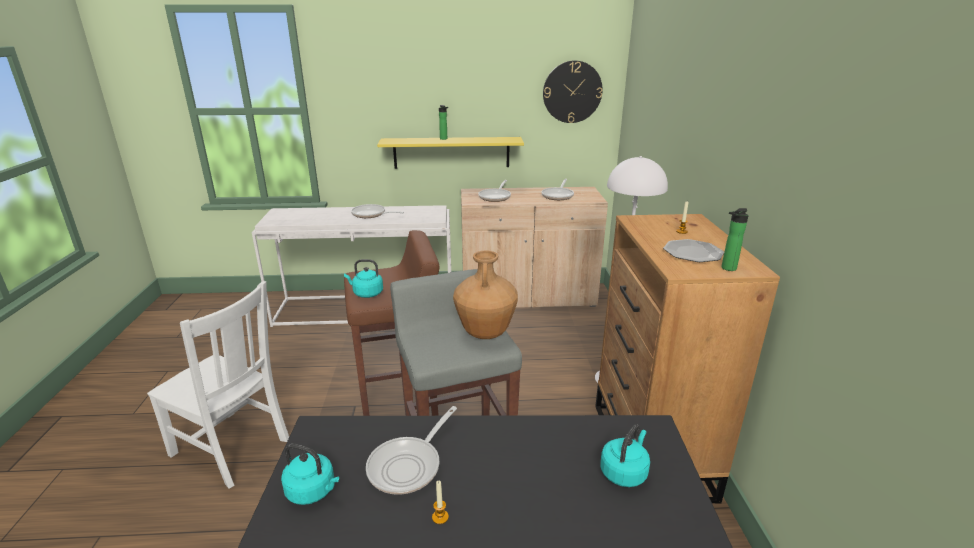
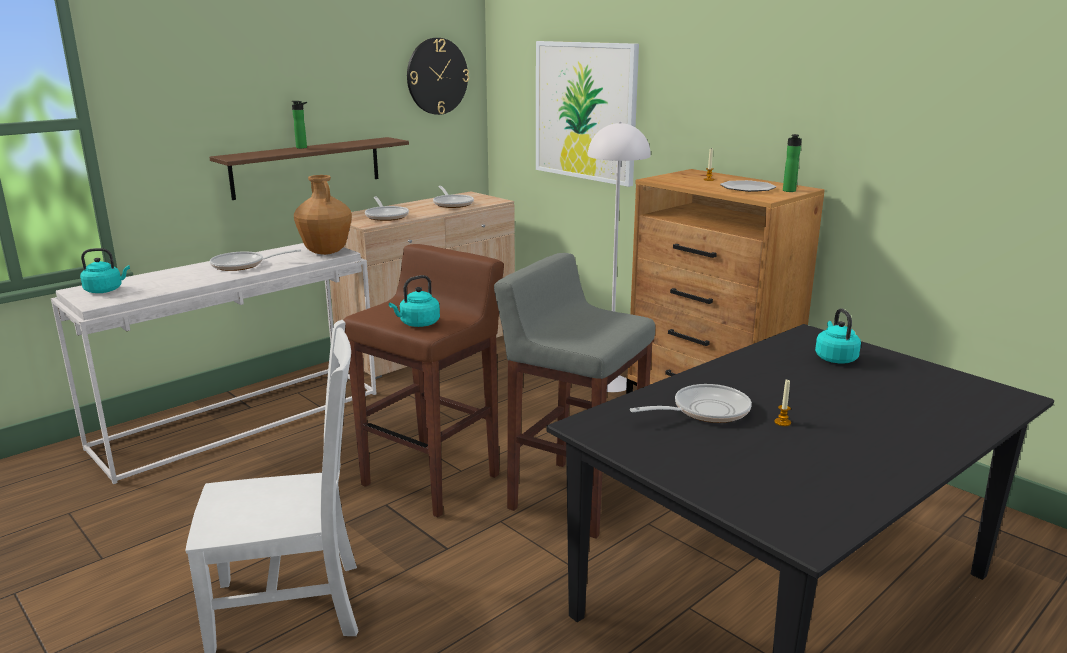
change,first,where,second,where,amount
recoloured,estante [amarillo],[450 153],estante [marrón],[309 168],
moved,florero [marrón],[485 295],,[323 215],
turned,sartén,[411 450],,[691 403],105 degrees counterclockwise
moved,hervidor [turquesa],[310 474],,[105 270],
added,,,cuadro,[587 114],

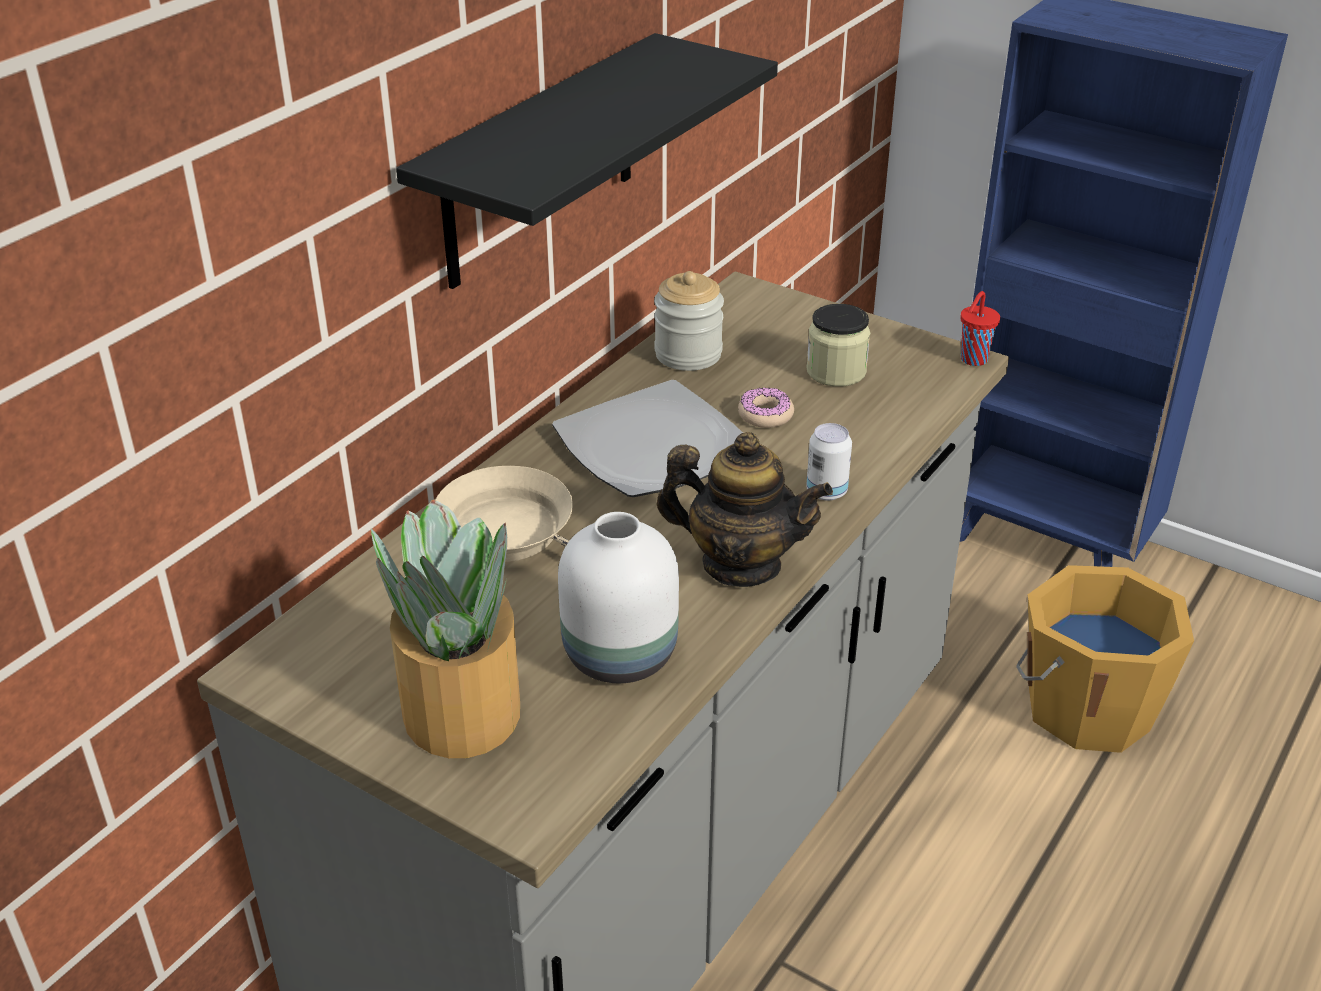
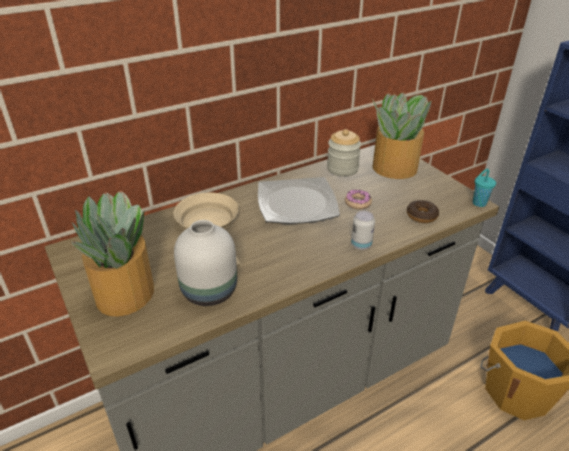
change,first,where,second,where,amount
removed,estante [negro],[587 161],,,
recoloured,taza [rojo],[980 328],taza [turquesa],[484 188],
removed,tarro,[838 345],,,
removed,tetera,[744 509],,,
added,,,planta en maceta,[402 135],
added,,,rosquilla,[423 211],

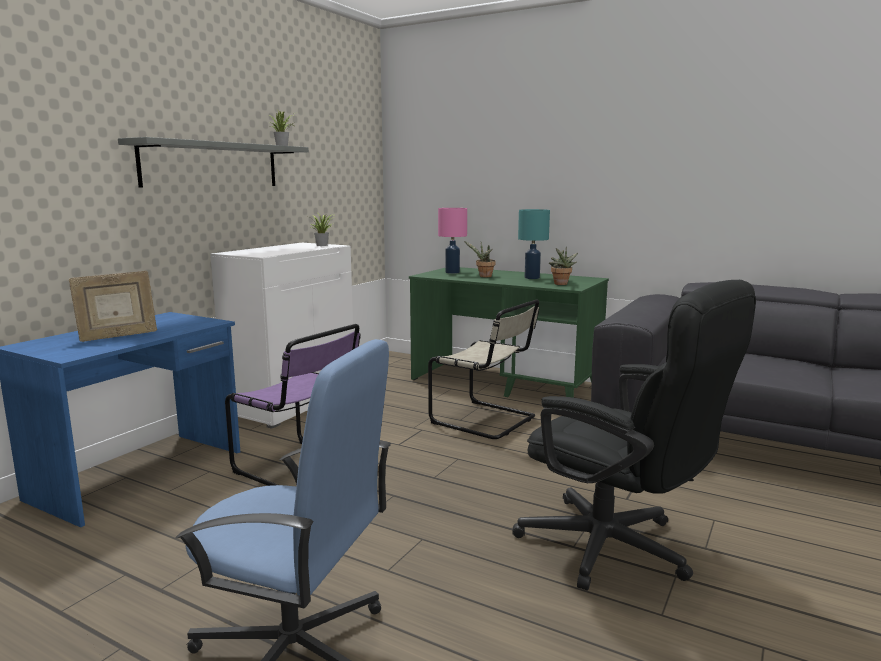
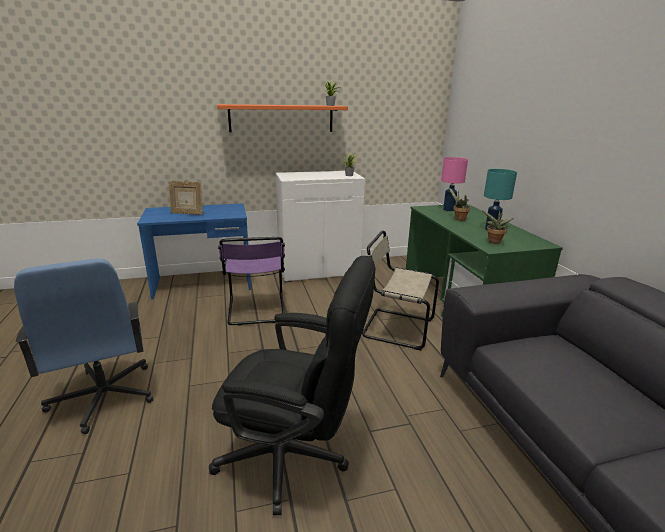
change,first,where,second,where,amount
recoloured,estante [gris],[213 162],estante [naranja],[282 118],
turned,silla de oficina [negro],[634 435],,[292 385],75 degrees counterclockwise
turned,silla [beis],[483 369],,[400 290],120 degrees clockwise

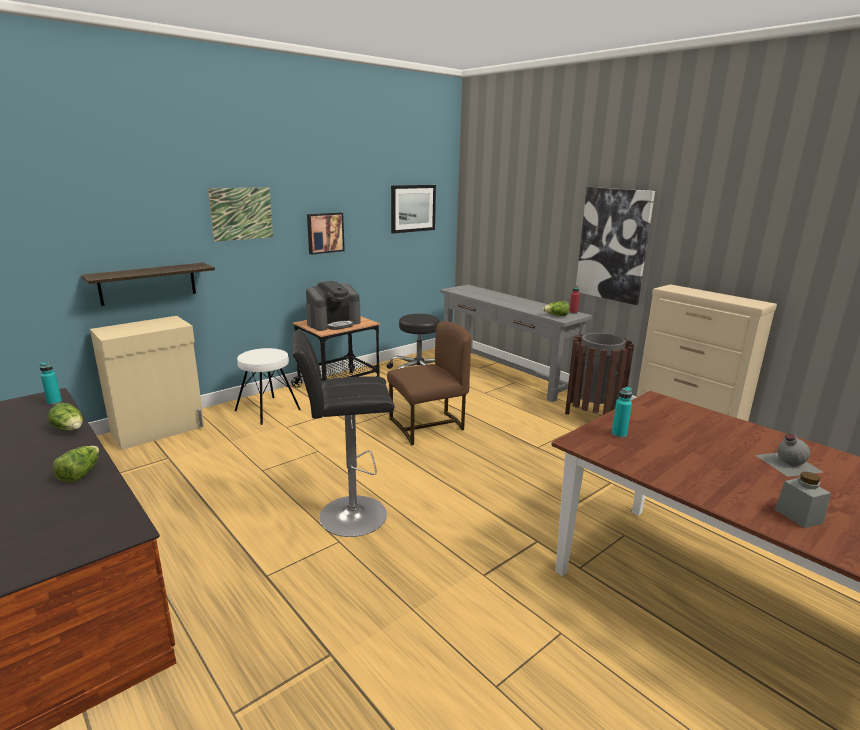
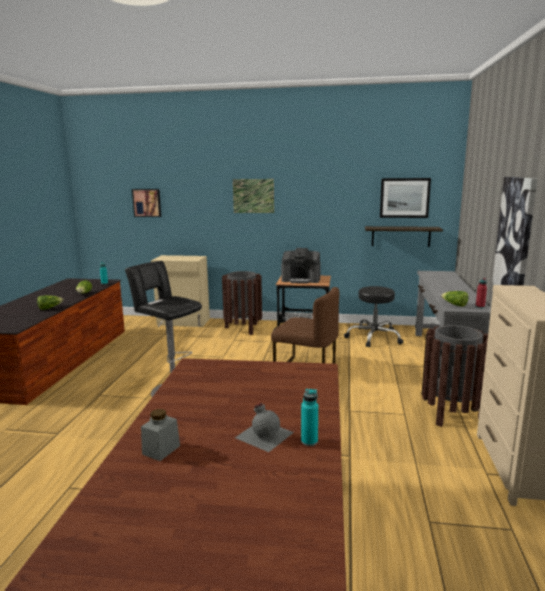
change,first,where,second,where,amount
moved,cuadro,[326 233],,[146 203],
moved,estante,[148 284],,[404 236],
replaced,taburete [blanco],[268 386],papelera [marrón],[242 303],
moved,botella [turquesa],[622 412],,[309 417],

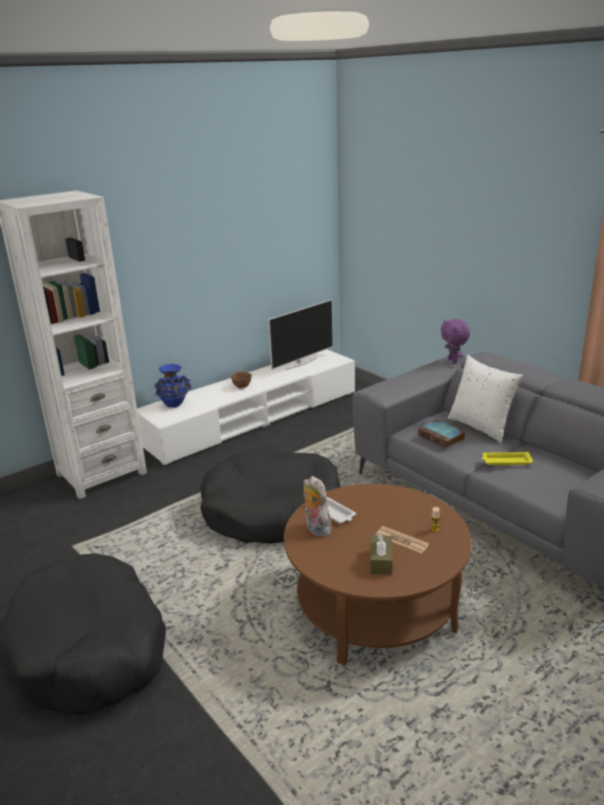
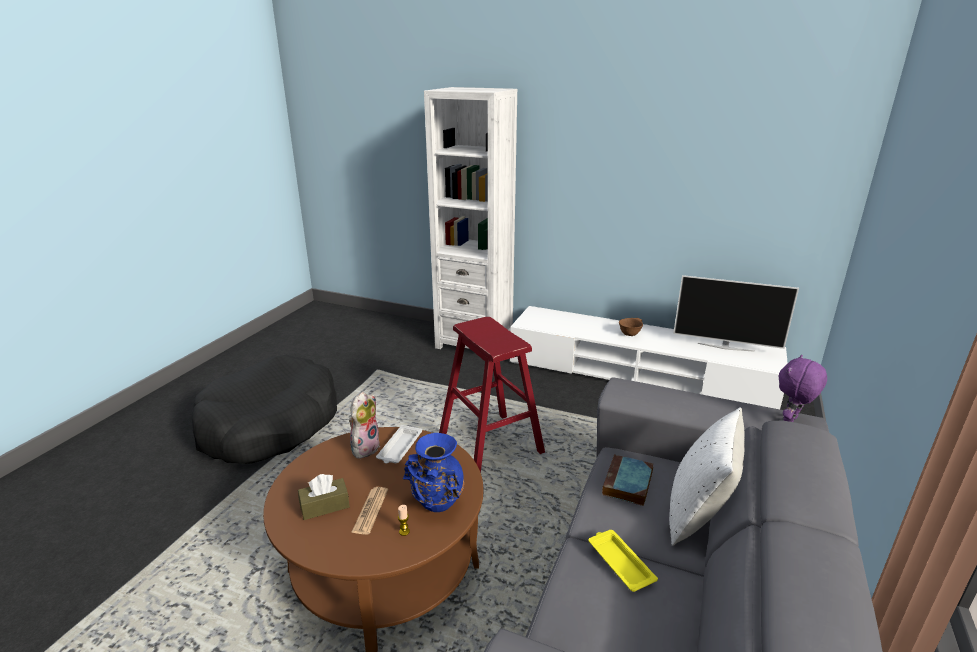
change,first,where,second,where,amount
moved,florero [azul],[173 386],,[433 472],
replaced,cama para perro [negro],[270 496],taburete [rojo],[492 395],

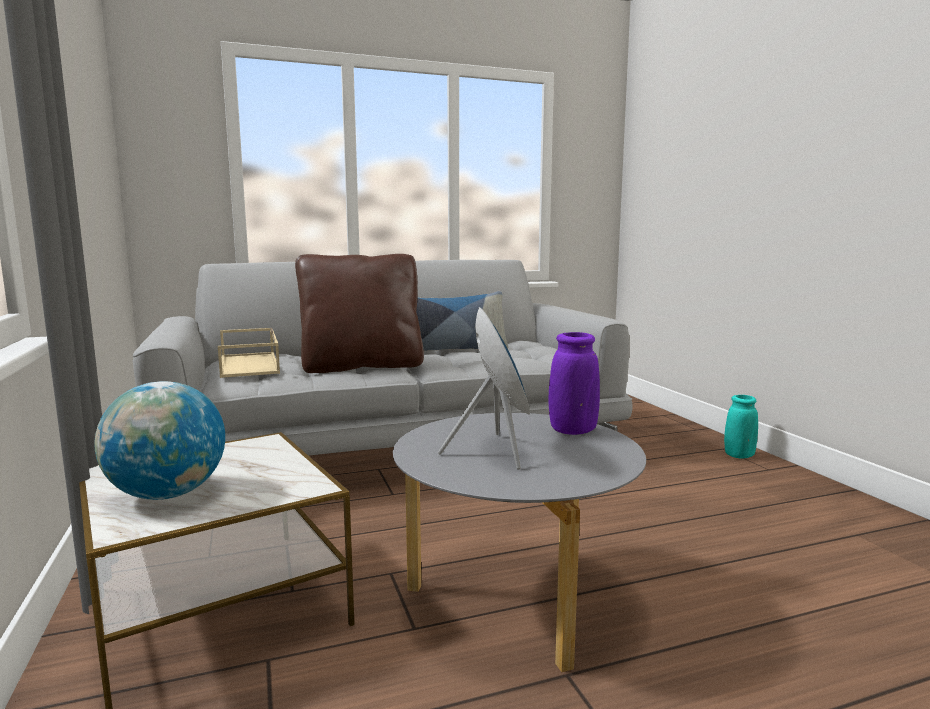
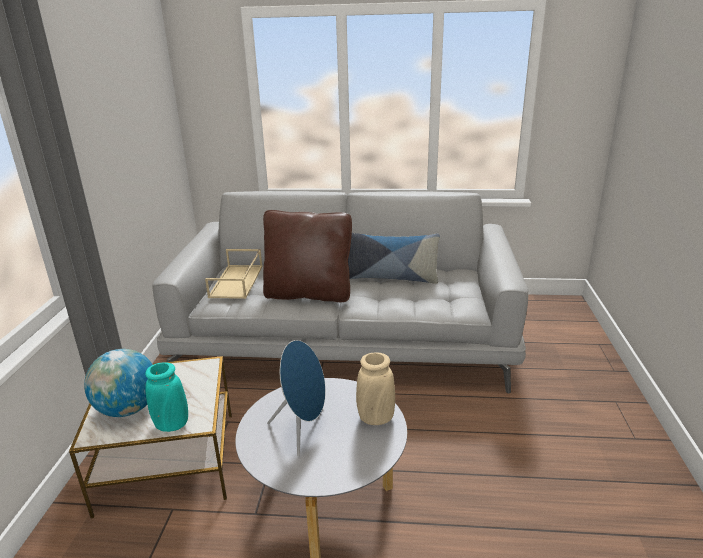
change,first,where,second,where,amount
recoloured,florero [morado],[574 383],florero [beis],[375 389],
moved,florero [turquesa],[741 427],,[166 397],

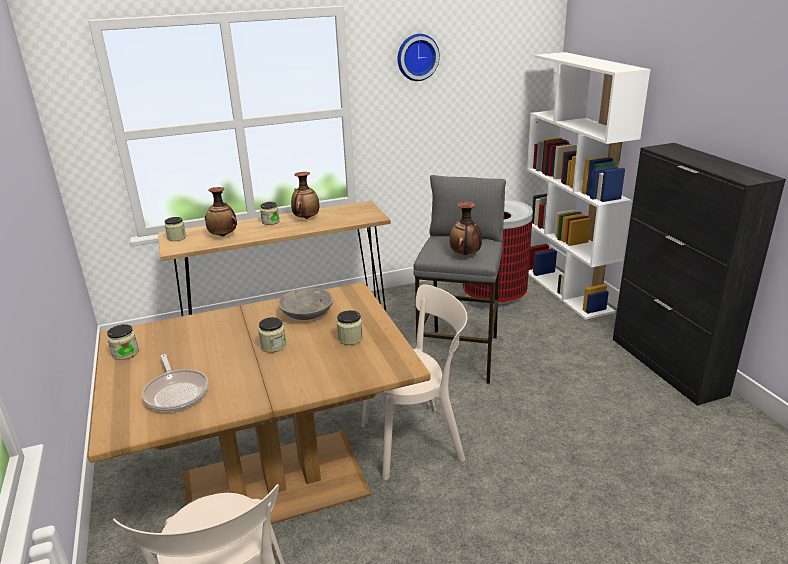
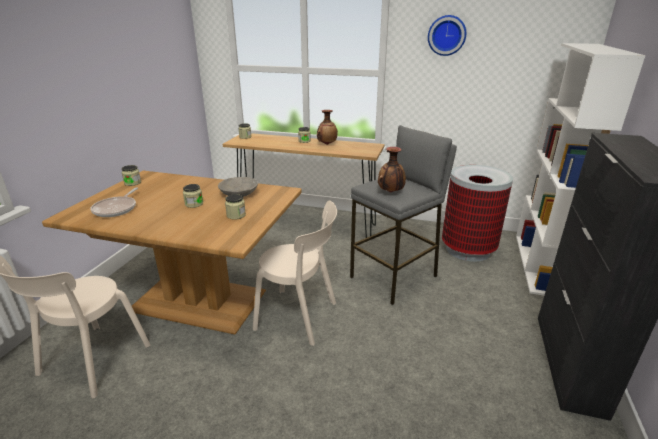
change,first,where,second,where,amount
removed,florero,[221 212],,,

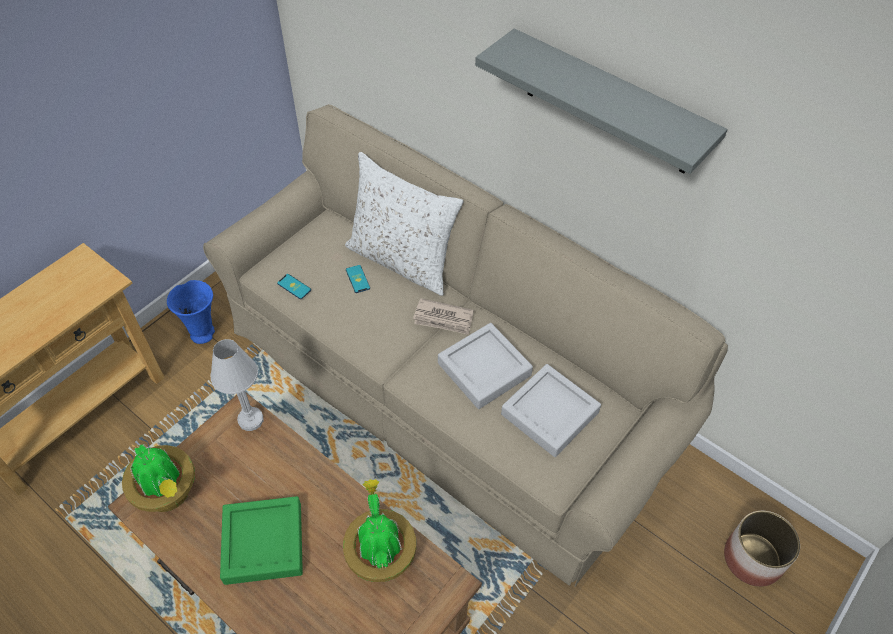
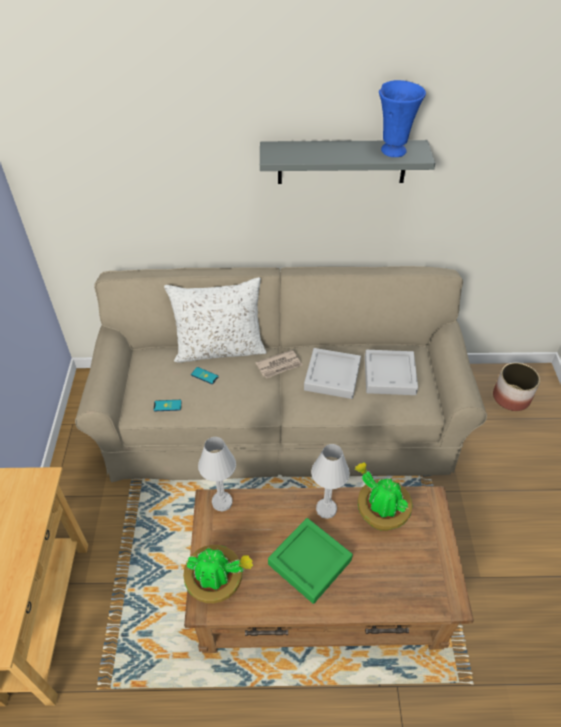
change,first,where,second,where,amount
moved,florero [azul],[191 312],,[402 118],
added,,,lámpara de mesa [blanco],[330 481],

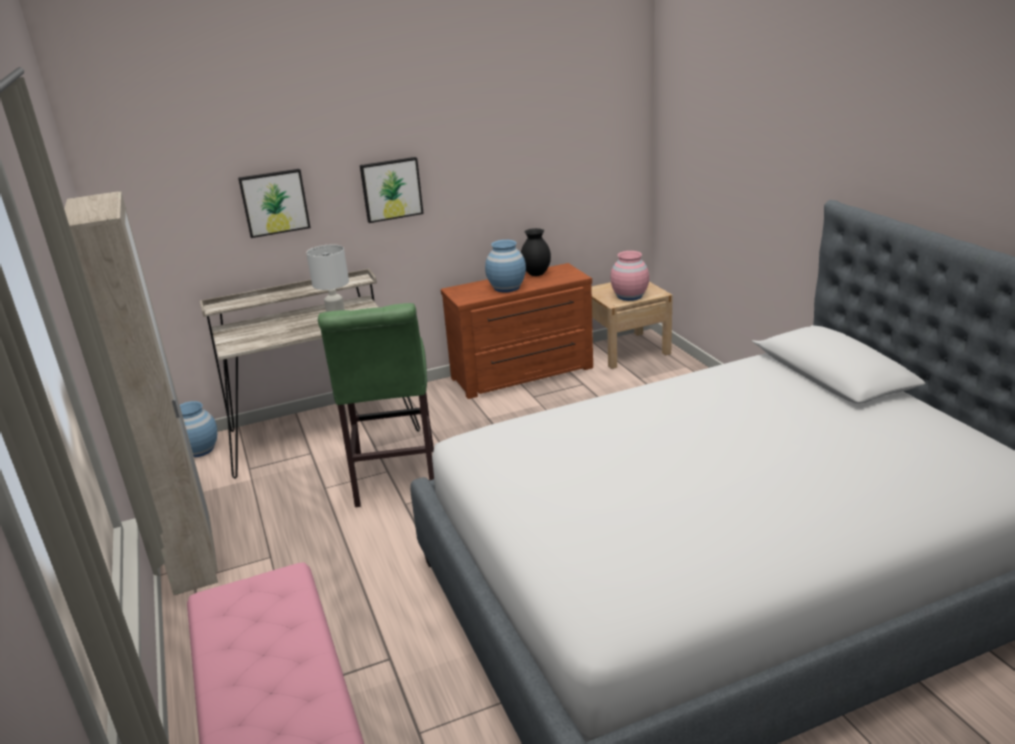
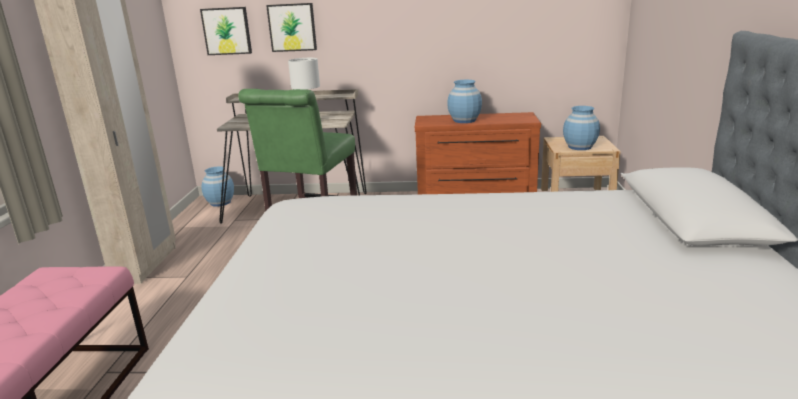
change,first,where,second,where,amount
moved,cuadro,[392 190],,[226 31],
removed,florero [negro],[536 252],,,
recoloured,florero [rosa],[629 276],florero [azul],[581 128],

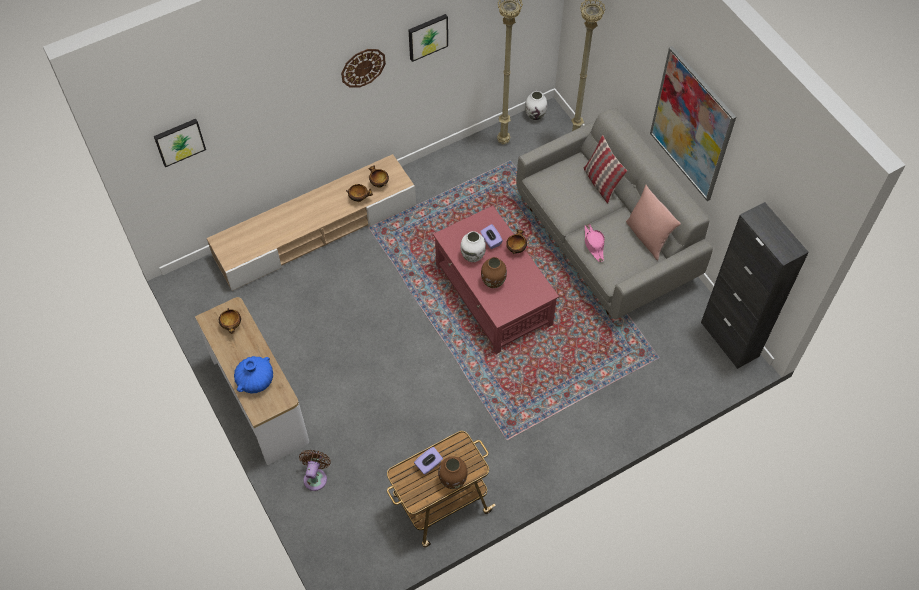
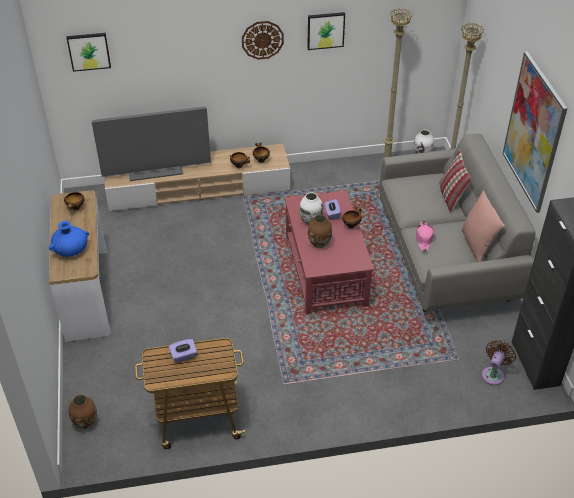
change,first,where,second,where,amount
moved,ventilador [marrón],[315 470],,[499 362],
moved,florero [marrón],[453 472],,[83 412],
added,,,televisor,[151 143],

